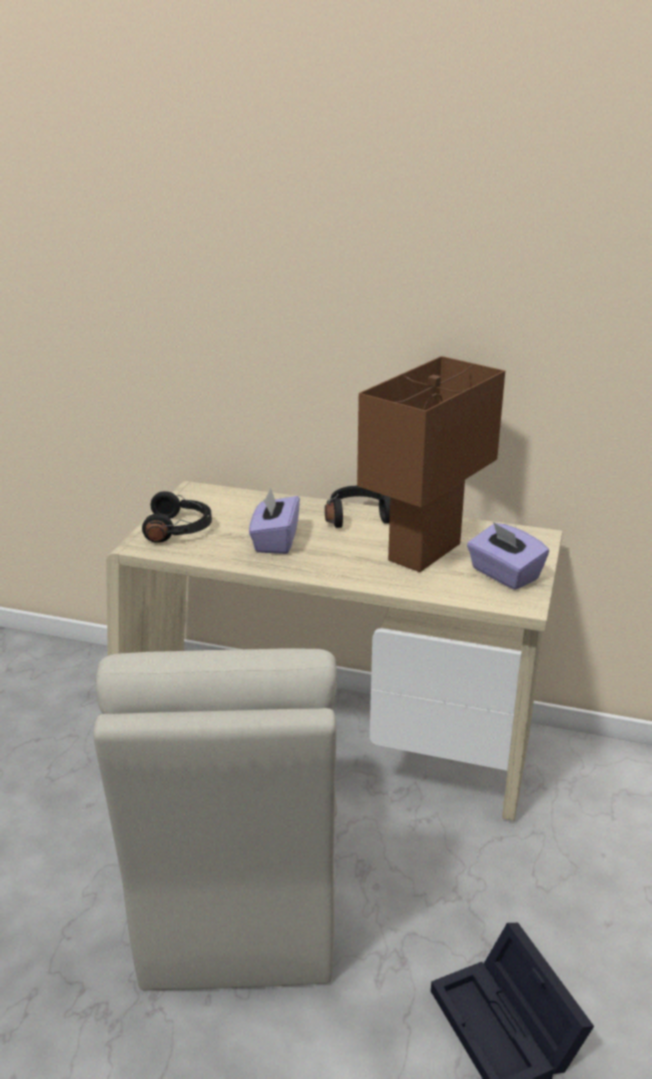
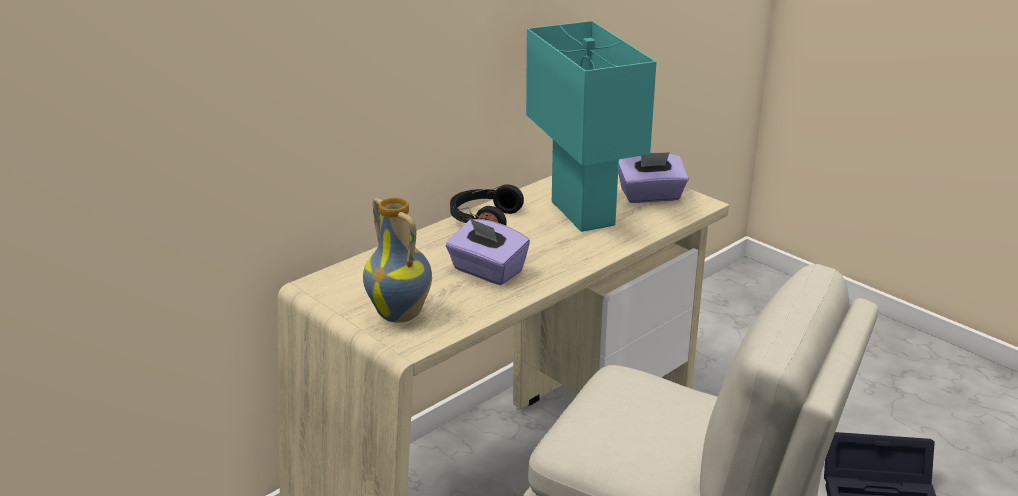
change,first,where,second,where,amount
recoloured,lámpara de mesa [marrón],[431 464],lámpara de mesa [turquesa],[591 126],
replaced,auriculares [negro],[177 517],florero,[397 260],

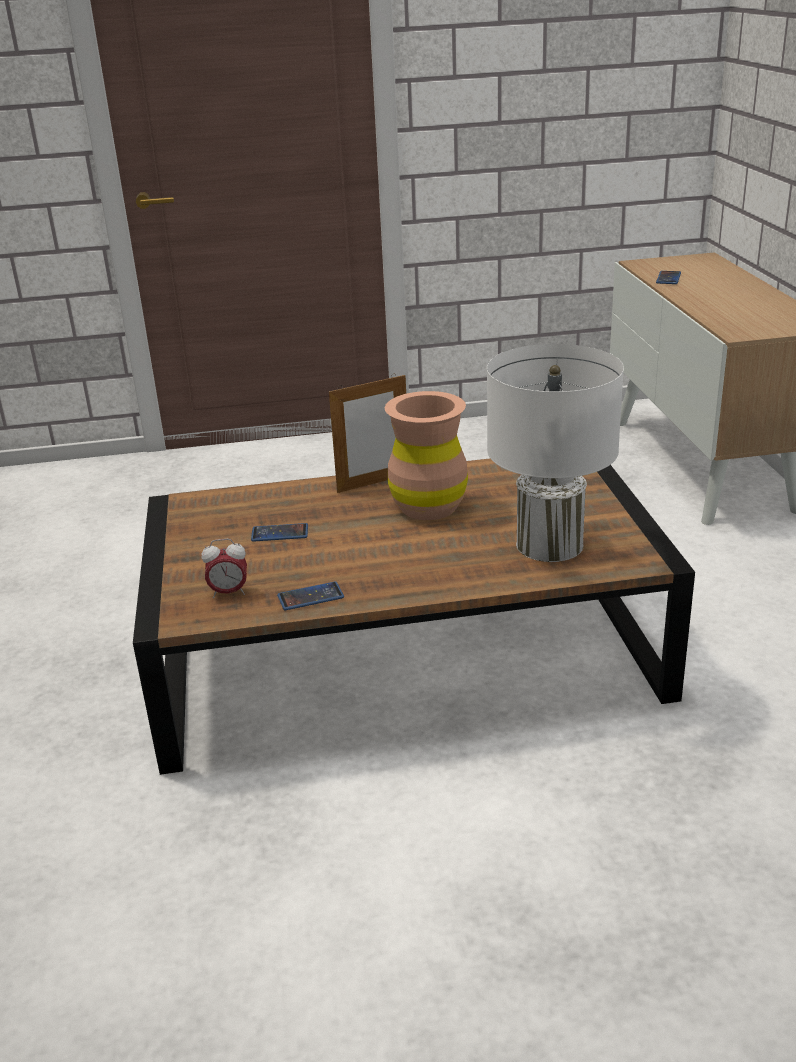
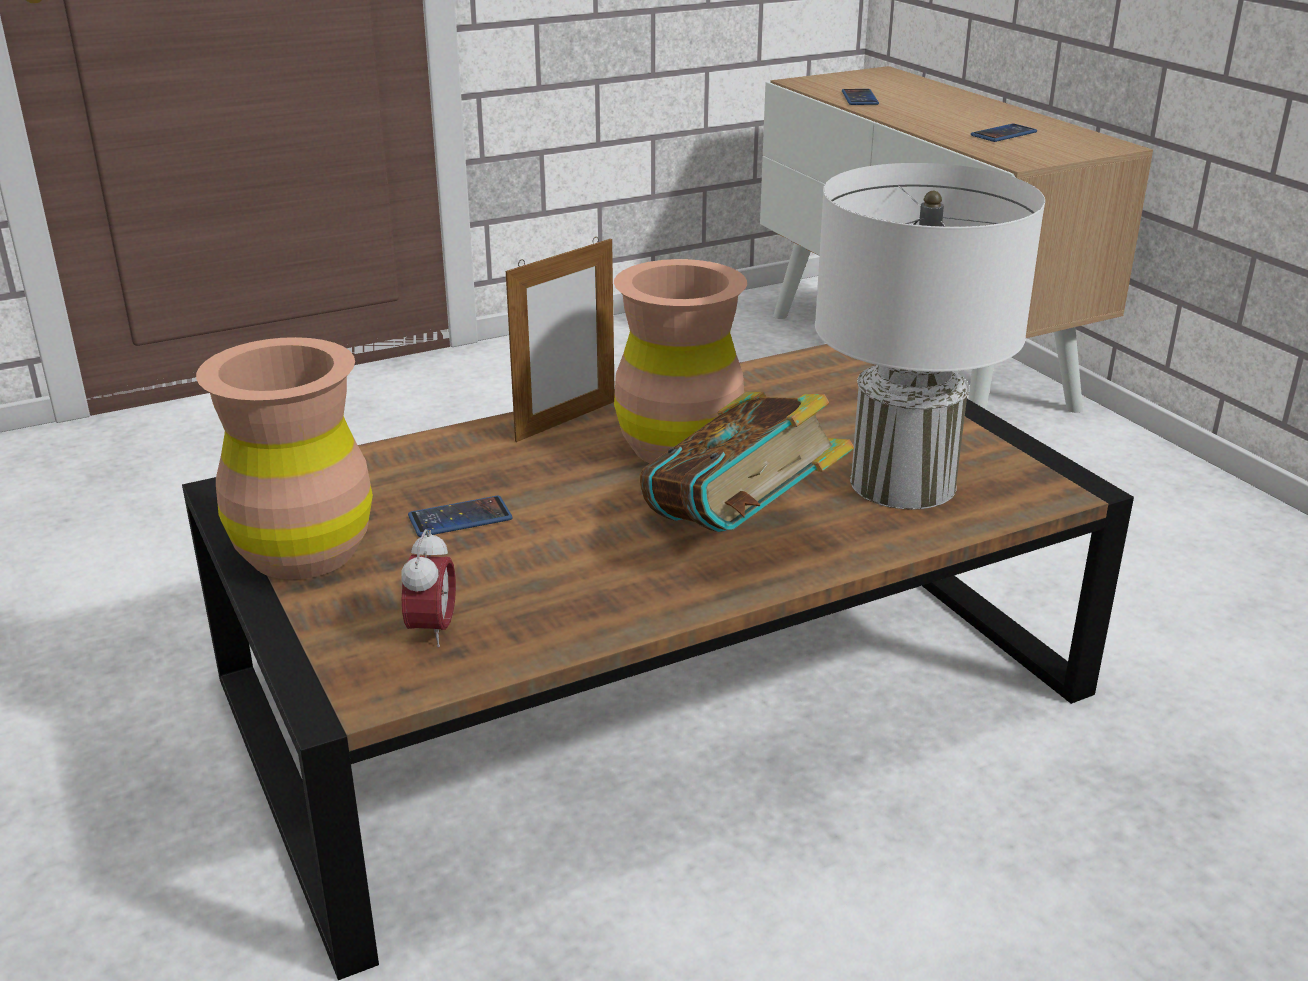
change,first,where,second,where,amount
turned,despertador,[224 568],,[428 588],60 degrees counterclockwise
moved,móvil,[310 595],,[1004 132],
added,,,florero [marrón],[284 458],
added,,,libro,[747 461],

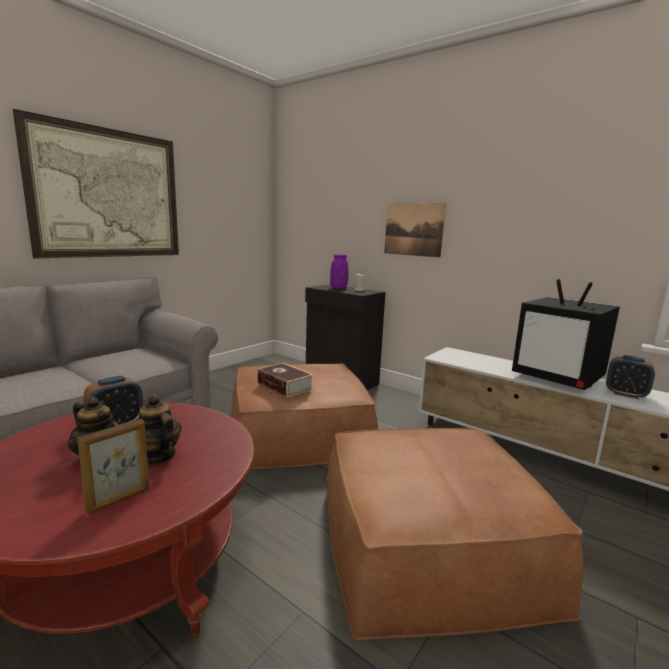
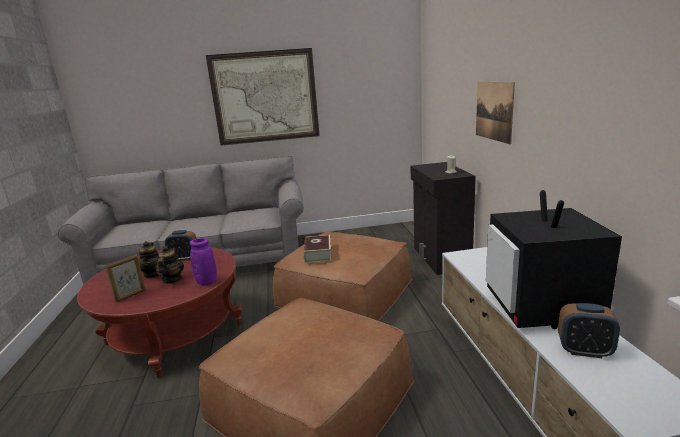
change,first,where,second,where,amount
moved,florero [morado],[339 271],,[203 261],
turned,despertador,[630 377],,[589 330],60 degrees counterclockwise
turned,portarretratos,[113 467],,[125 278],45 degrees counterclockwise

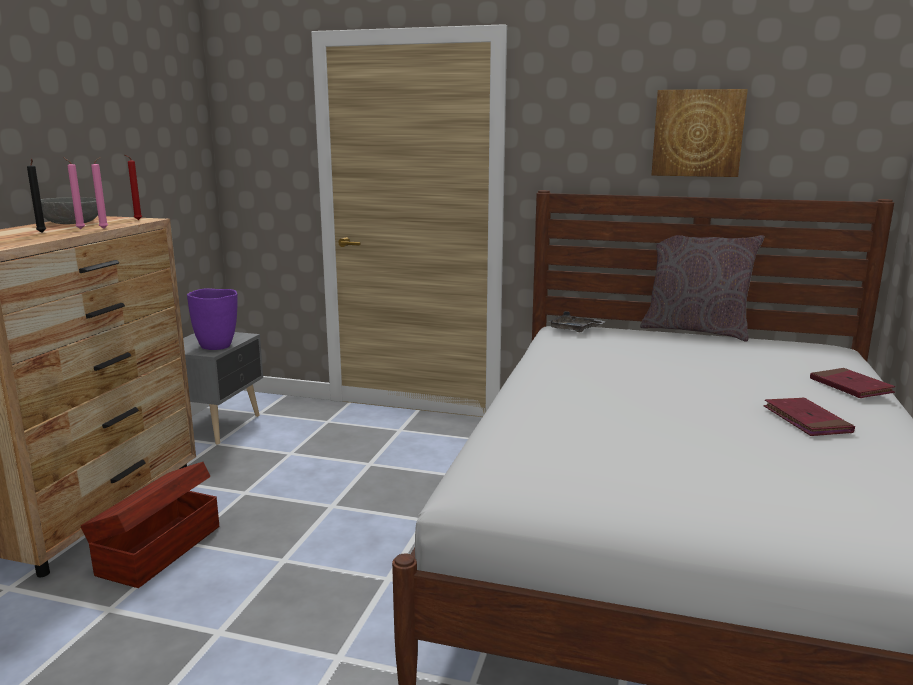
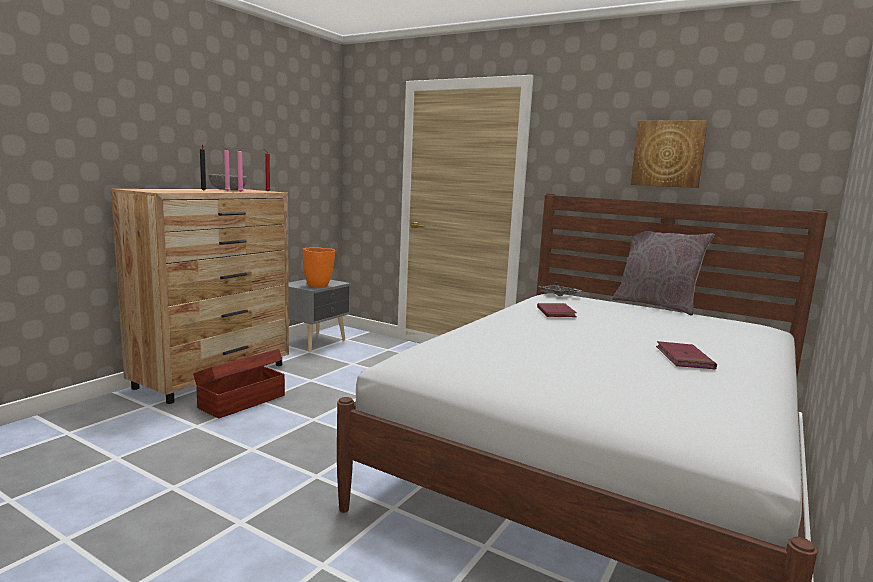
change,first,where,second,where,amount
recoloured,florero [morado],[212 319],florero [naranja],[319 267],
moved,libro [rojo],[853 383],,[557 310],

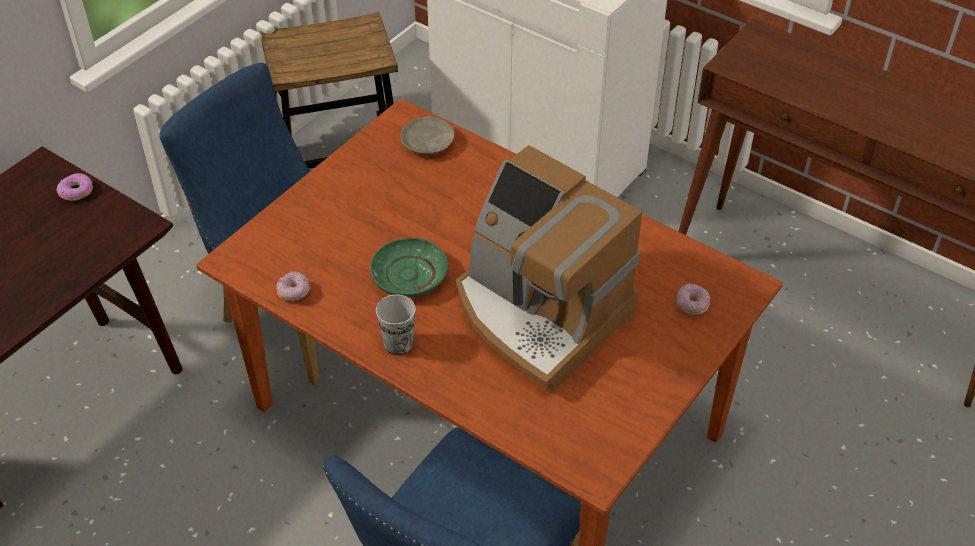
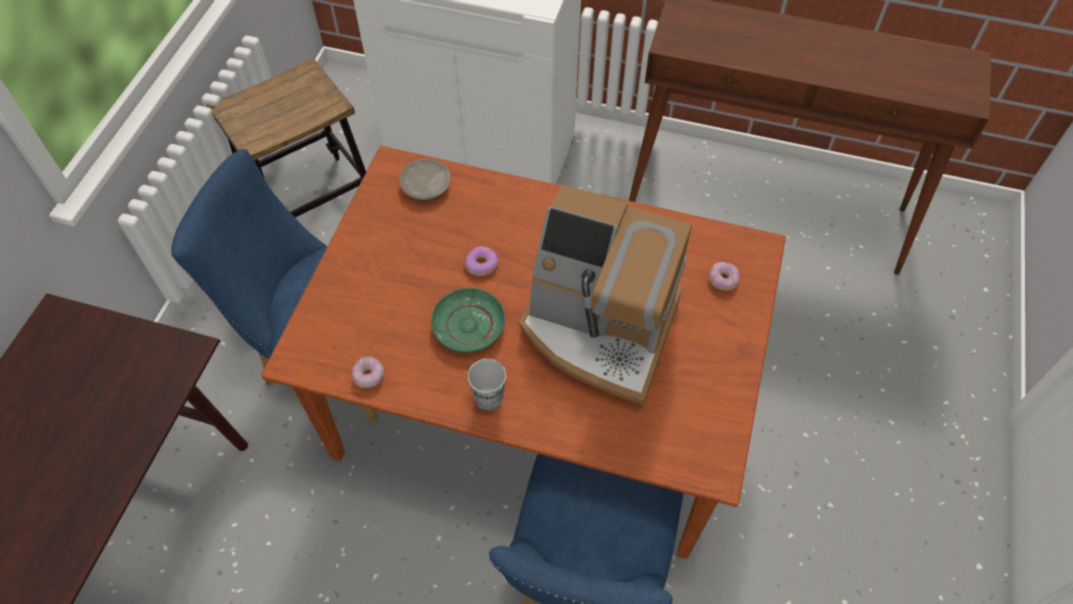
change,first,where,second,where,amount
moved,rosquilla,[75 187],,[482 261],

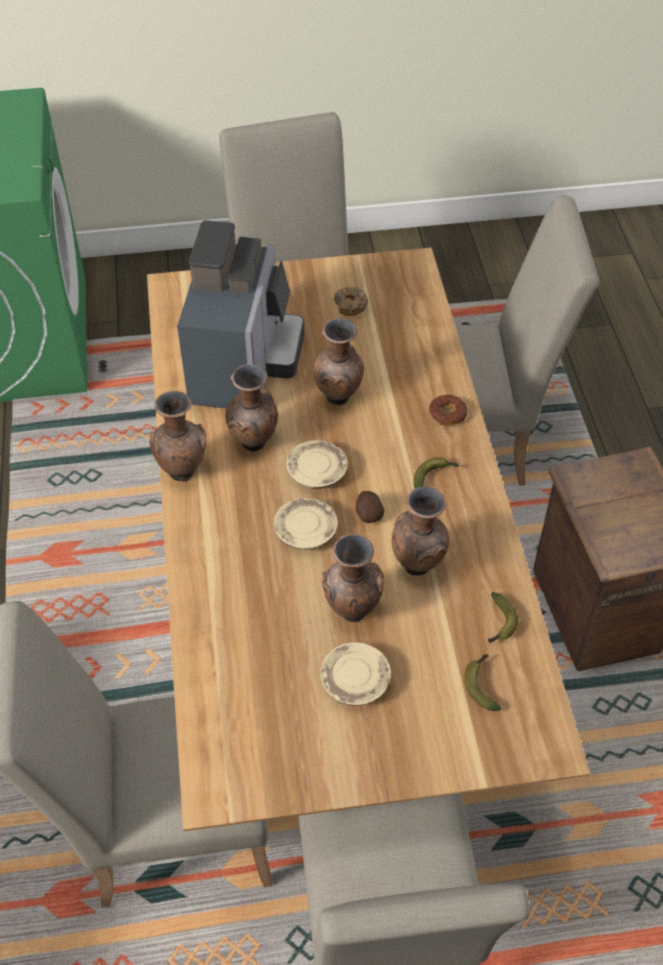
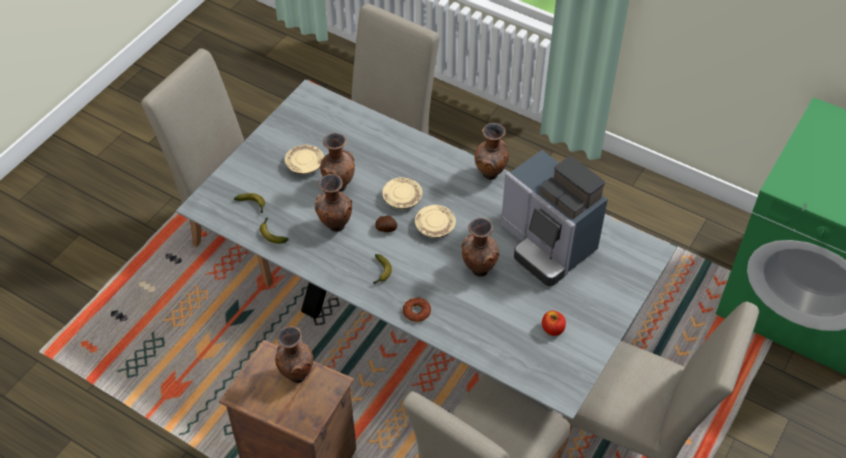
change,first,where,second,where,amount
recoloured,mesa de comedor [marrón],[368 539],mesa de comedor [gris],[426 250],
replaced,rosquilla,[351 301],manzana,[554 323],
moved,florero [marrón],[251 408],,[294 354],

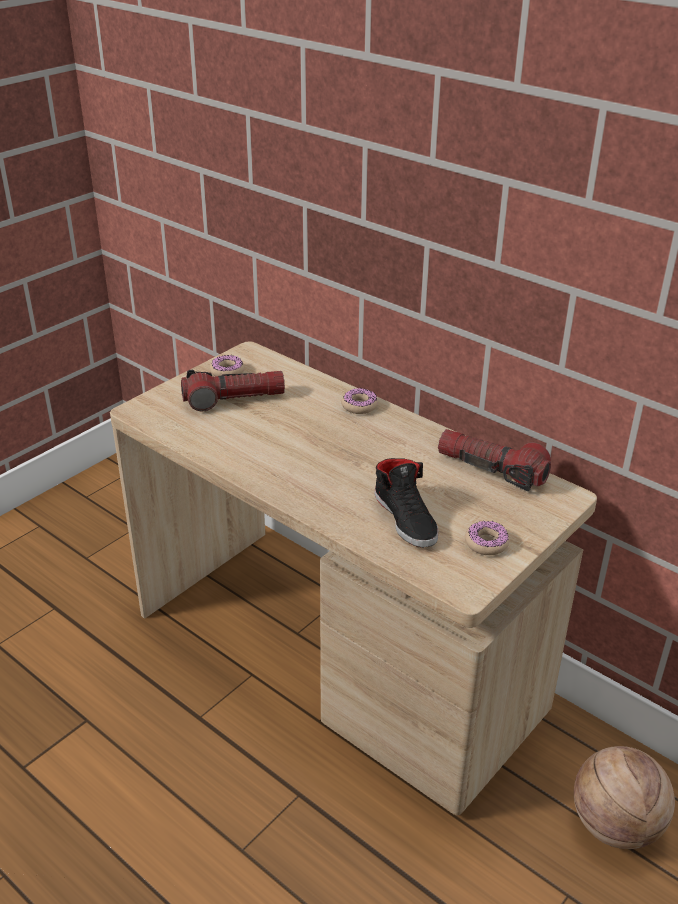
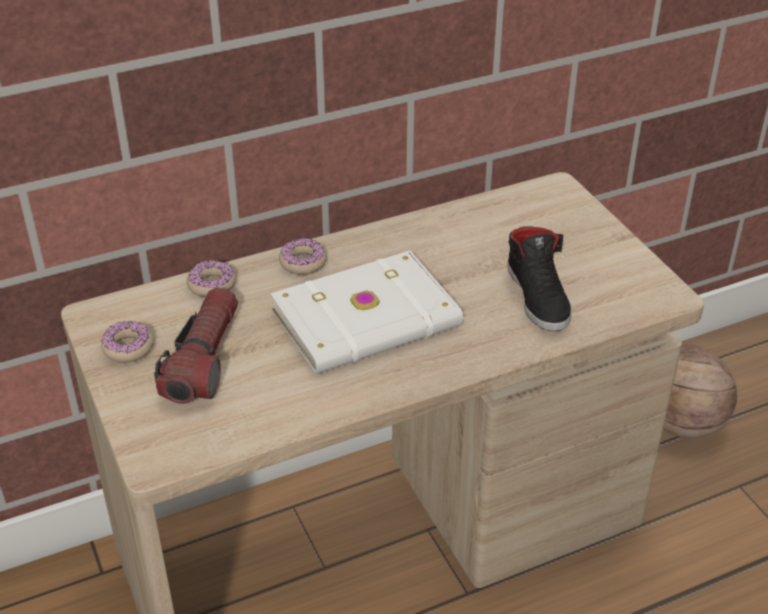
change,first,where,second,where,amount
removed,linterna,[494 460],,,
turned,zapato [negro],[407 503],,[539 278],75 degrees clockwise
moved,rosquilla,[487 538],,[211 278],
added,,,libro [blanco],[366 312],

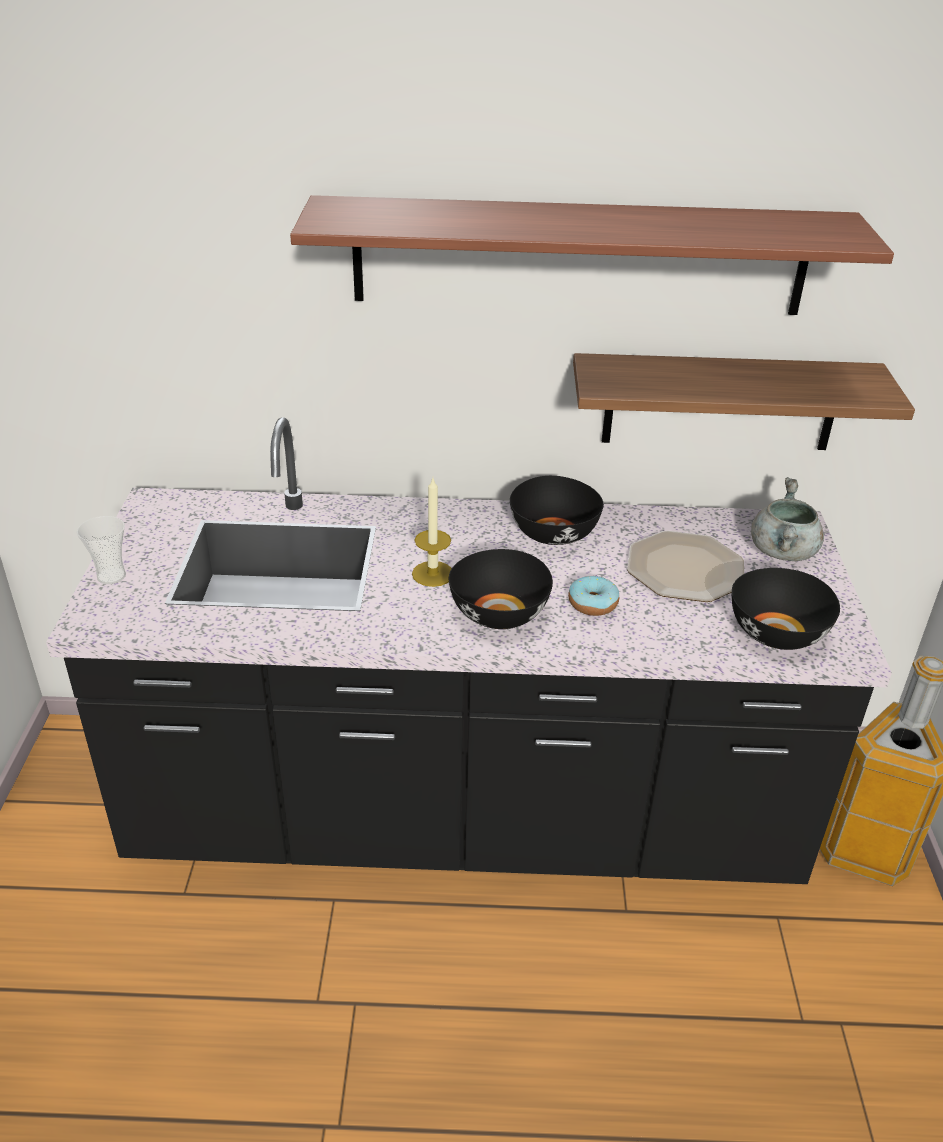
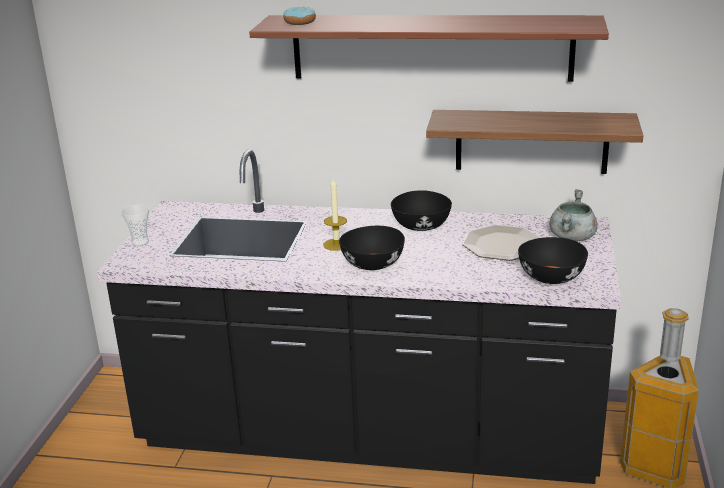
change,first,where,second,where,amount
moved,rosquilla,[593 595],,[299 16],

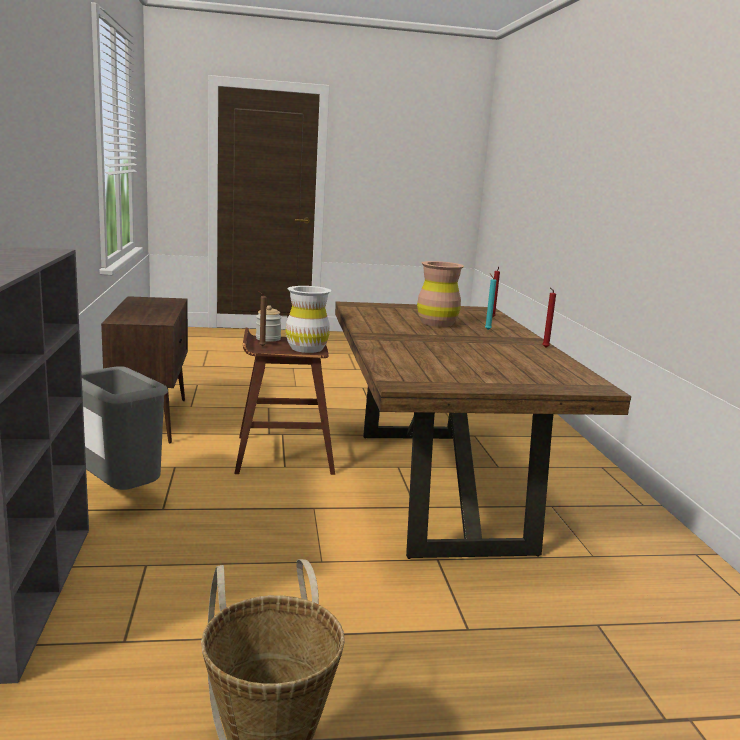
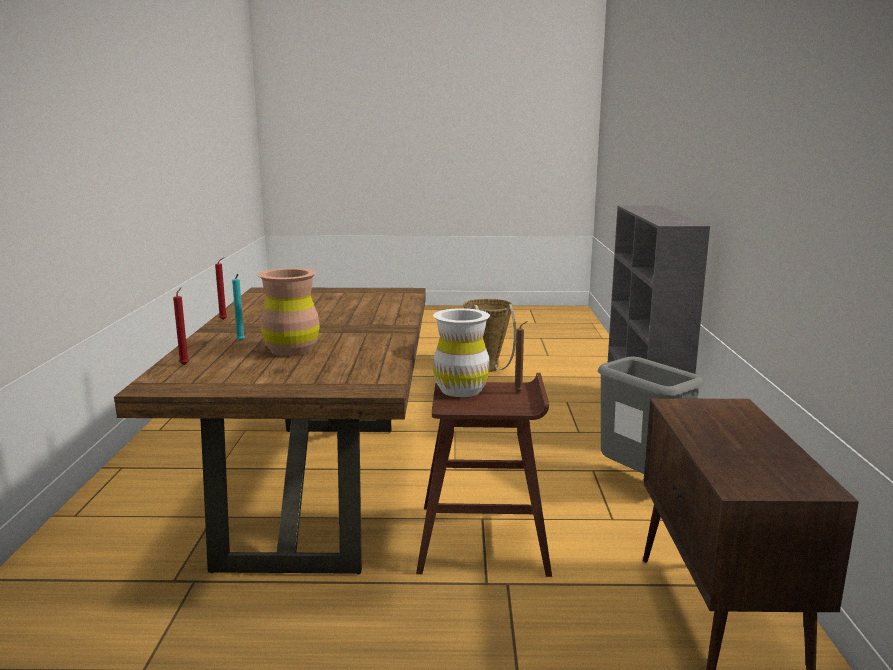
change,first,where,second,where,amount
removed,tarro,[269 323],,,

